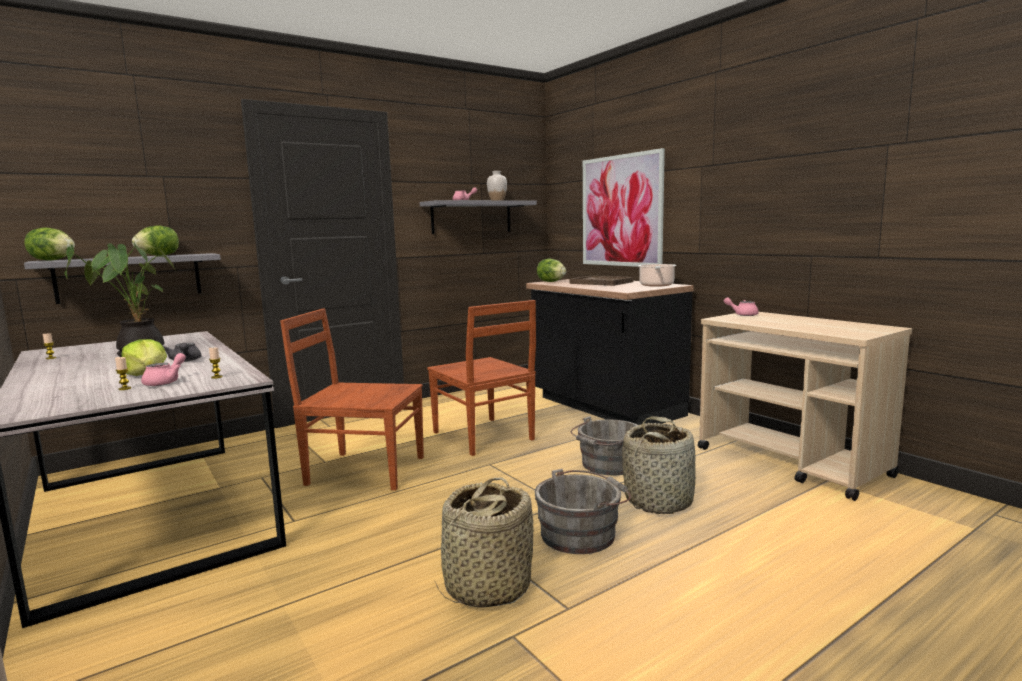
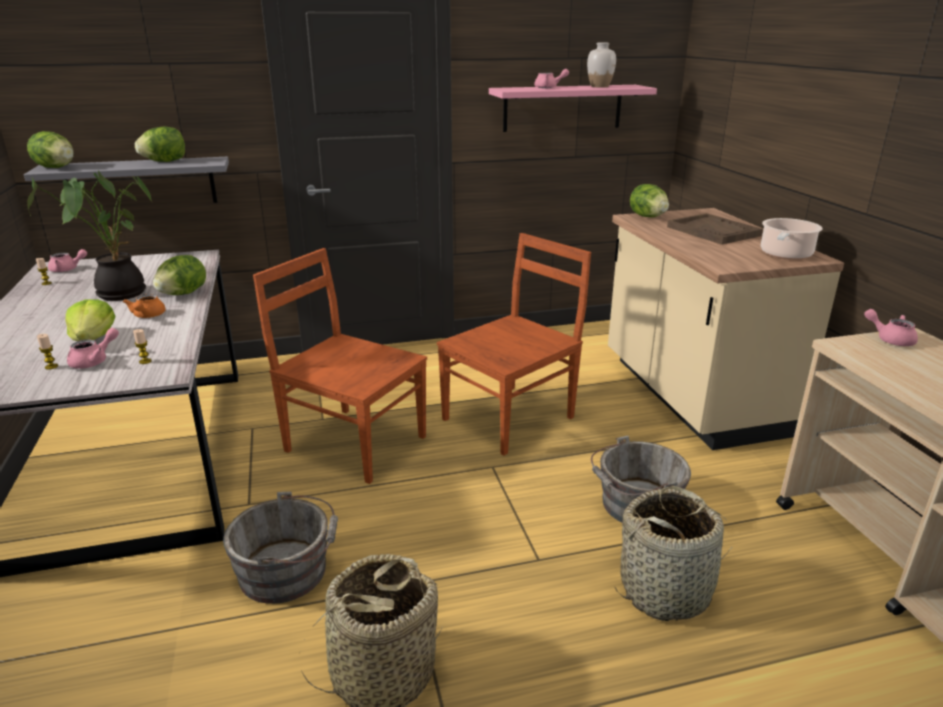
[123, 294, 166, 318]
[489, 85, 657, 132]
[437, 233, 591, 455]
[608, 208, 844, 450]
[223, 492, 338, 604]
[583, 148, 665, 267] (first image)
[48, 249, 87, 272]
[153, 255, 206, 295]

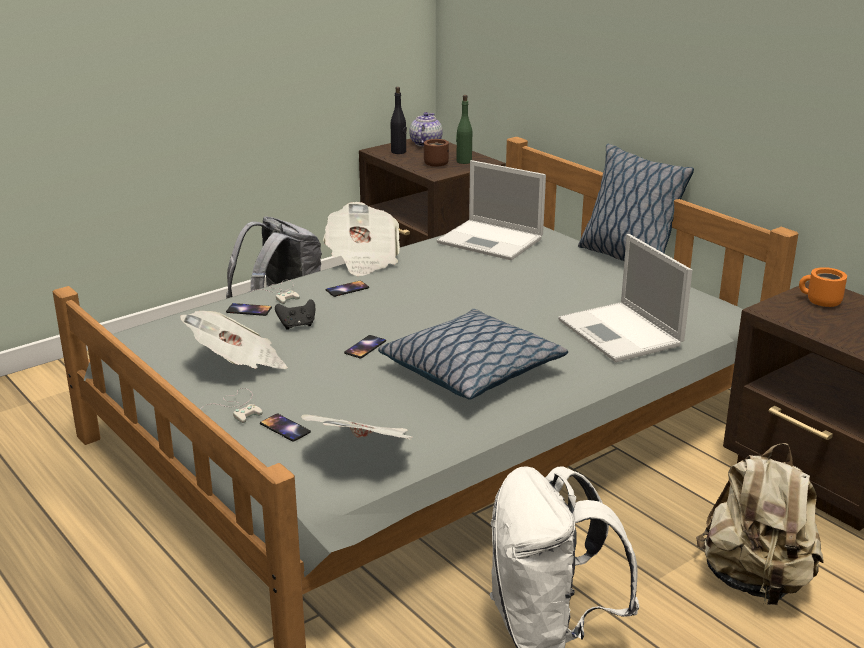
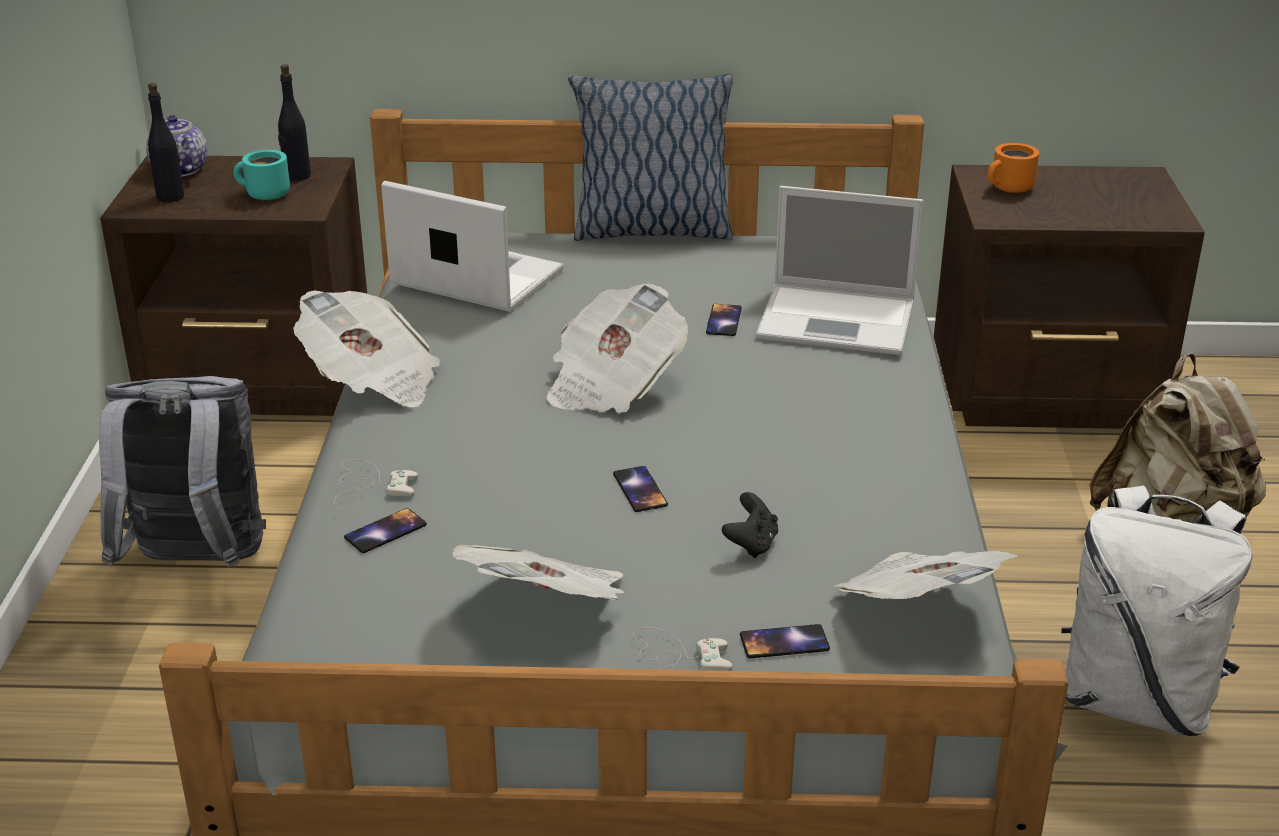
[722, 492, 778, 558]
[706, 304, 742, 336]
[378, 309, 568, 399] (first image)
[233, 150, 290, 200]
[381, 181, 564, 312]
[278, 64, 311, 181]
[547, 284, 688, 413]

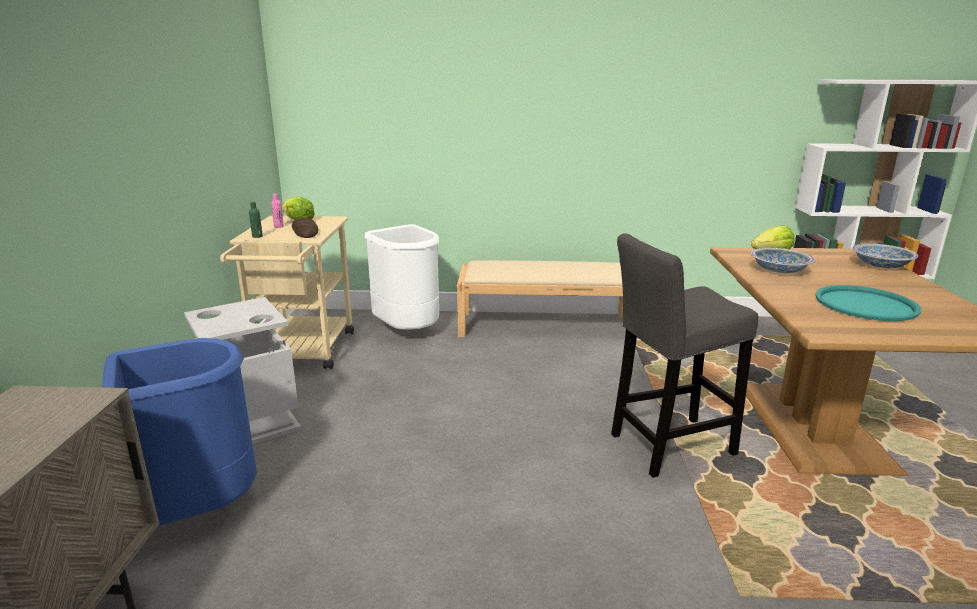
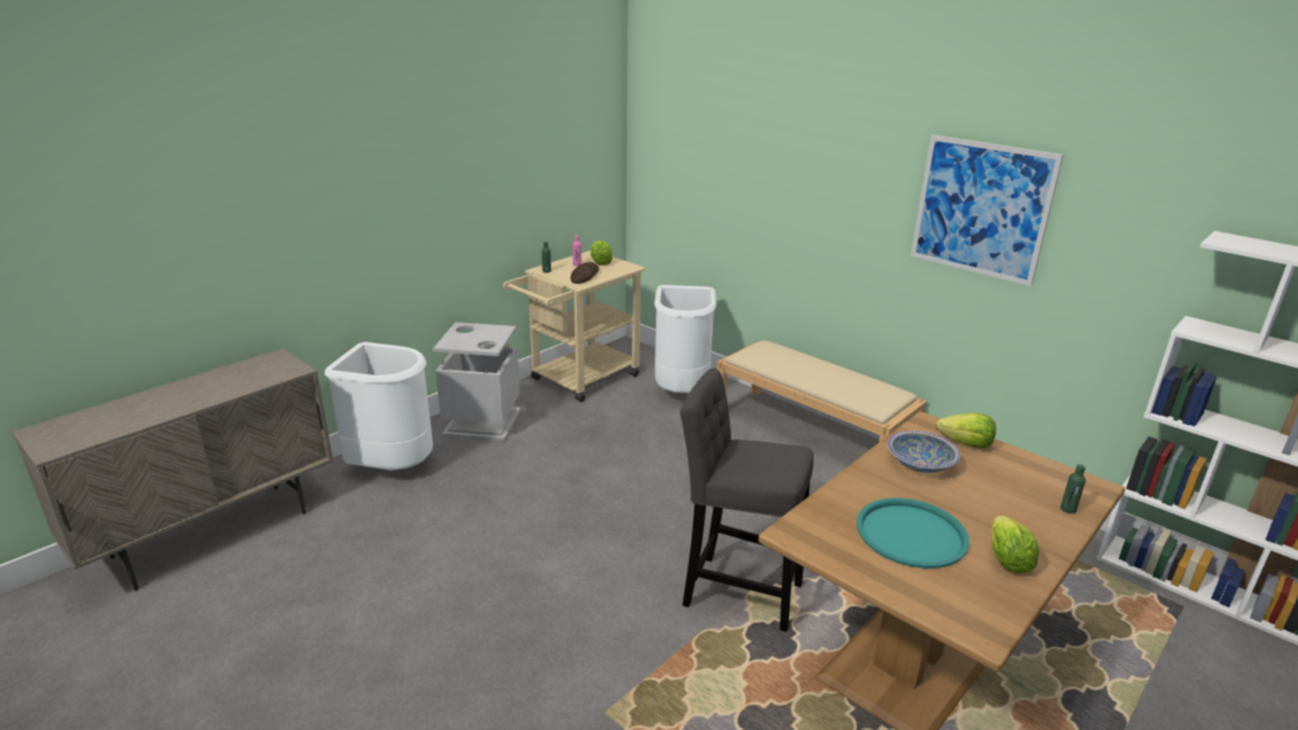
[325, 342, 433, 471]
[1060, 464, 1086, 514]
[911, 135, 1064, 286]
[991, 516, 1039, 573]

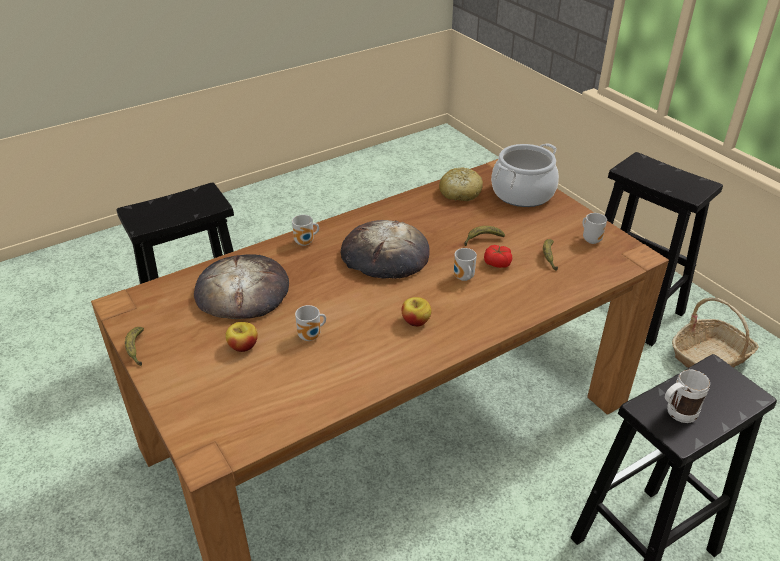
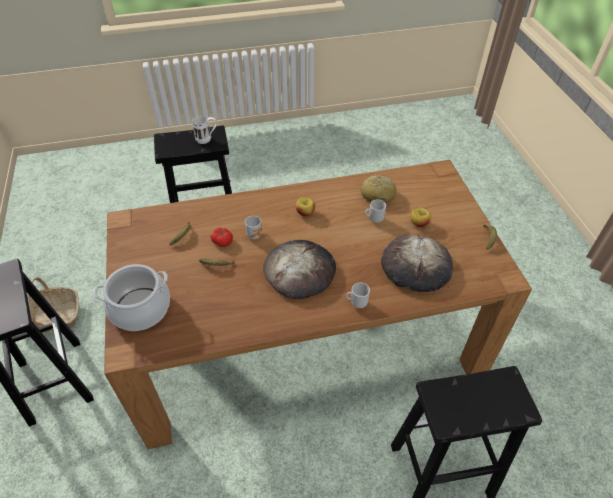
[361, 175, 396, 203]
[582, 213, 607, 244] (first image)

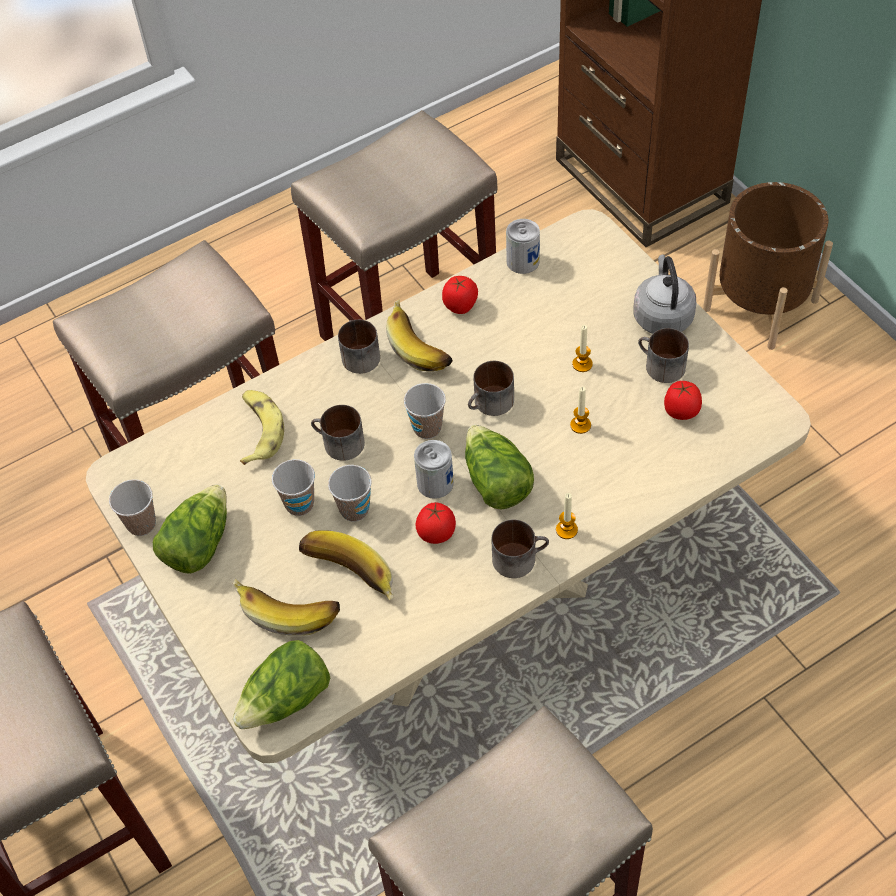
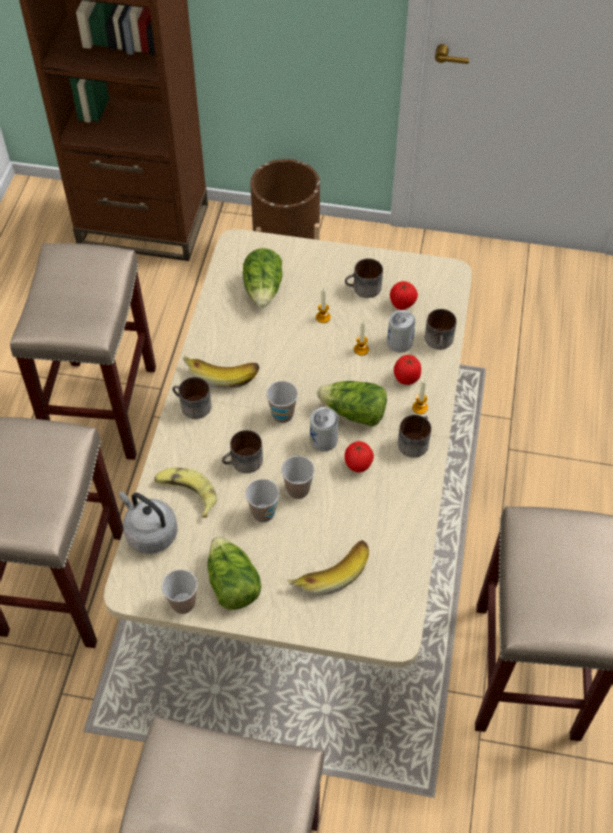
[243, 248, 282, 308]
[299, 530, 394, 600] (first image)
[394, 355, 421, 385]
[425, 309, 457, 350]
[387, 310, 416, 353]
[119, 491, 177, 554]

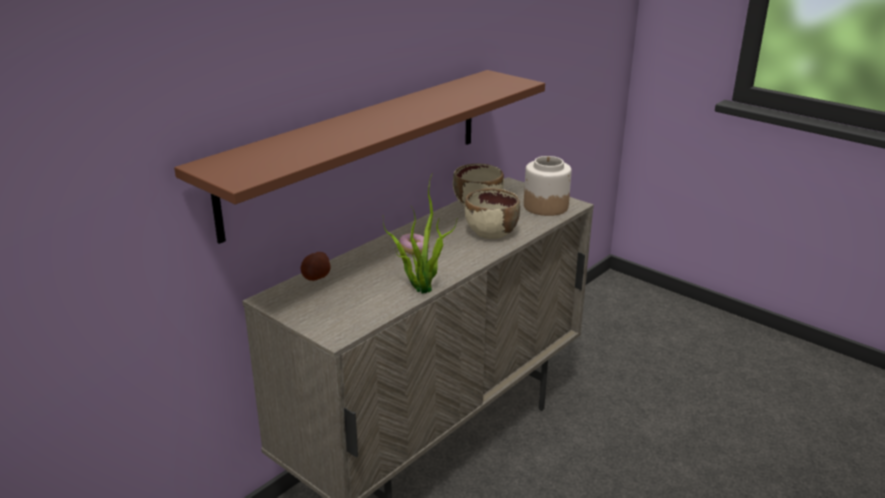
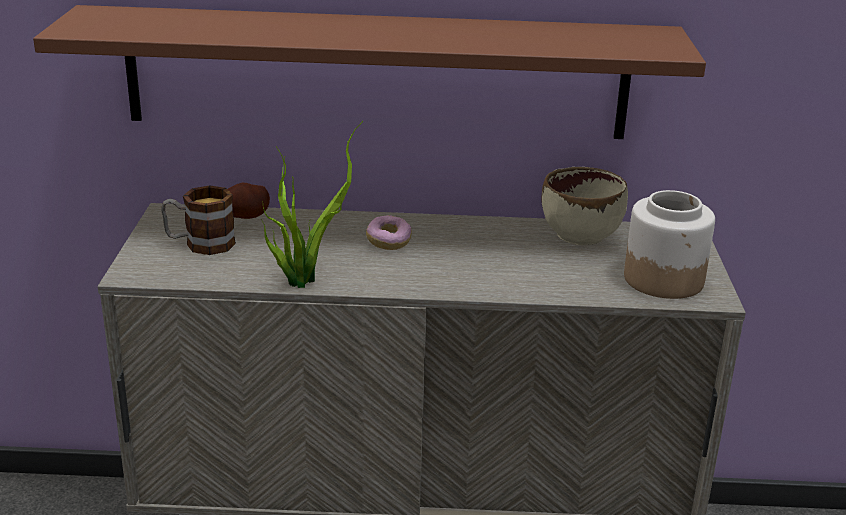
[465, 188, 520, 239] (first image)
[161, 185, 236, 255]

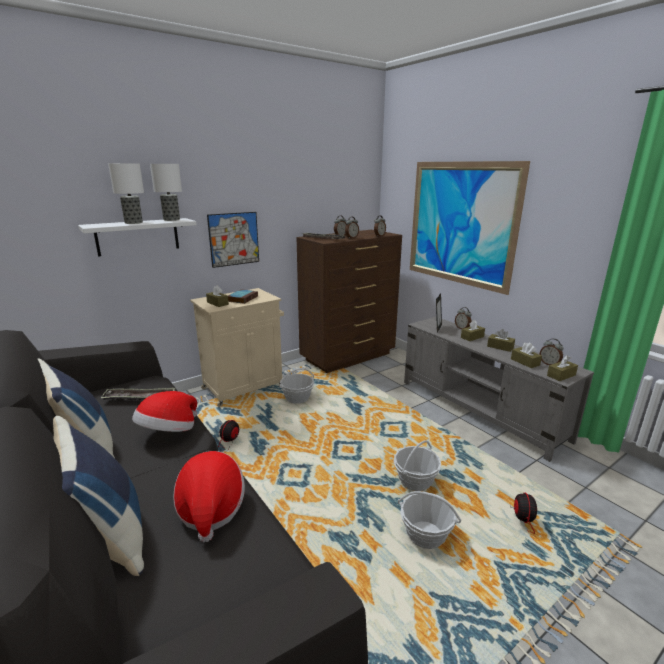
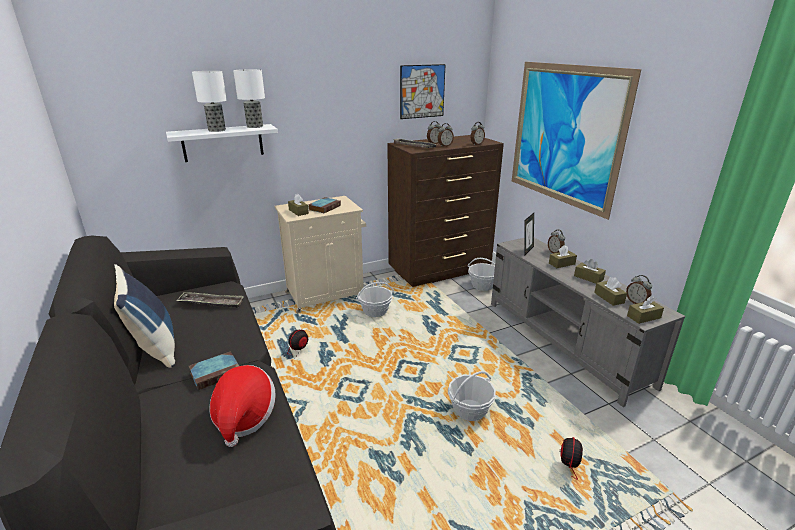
[53, 416, 144, 576] (first image)
[132, 391, 197, 432] (first image)
[400, 64, 446, 119]
[468, 258, 495, 291]
[189, 351, 239, 390]

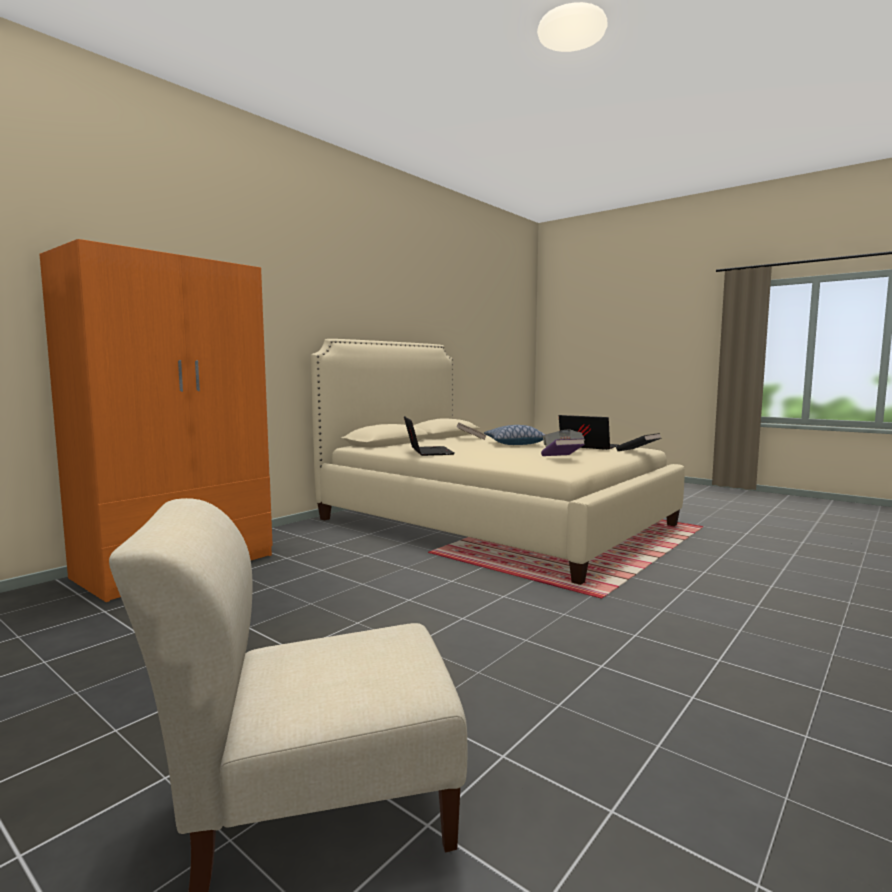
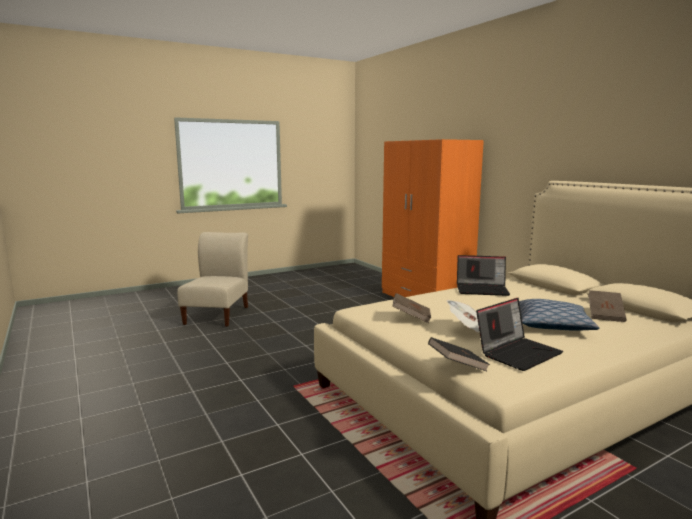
[393, 293, 431, 323]

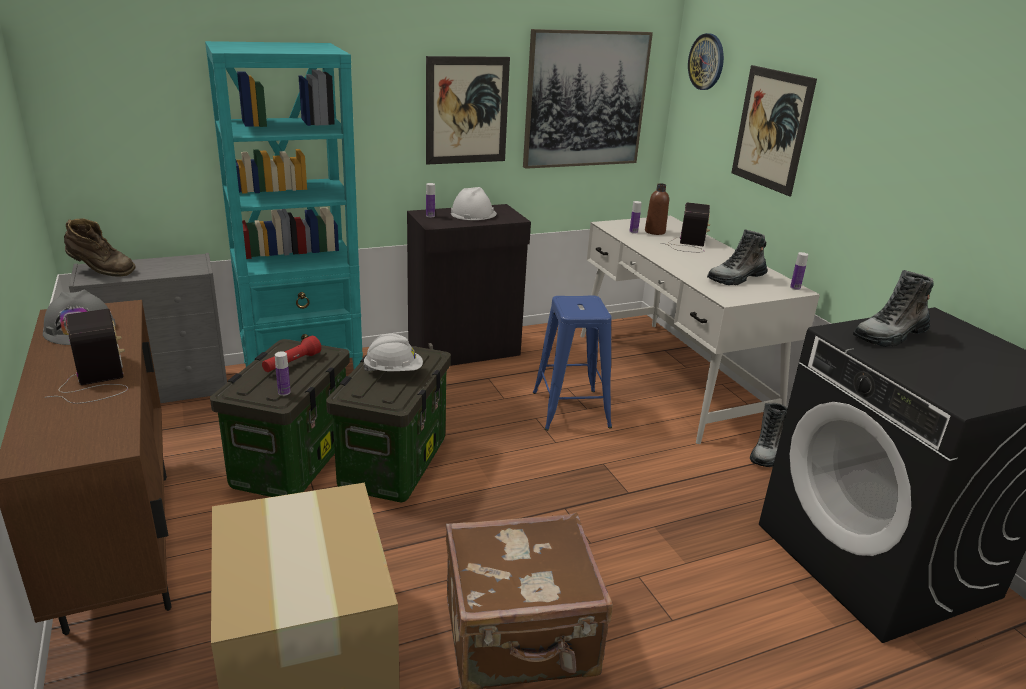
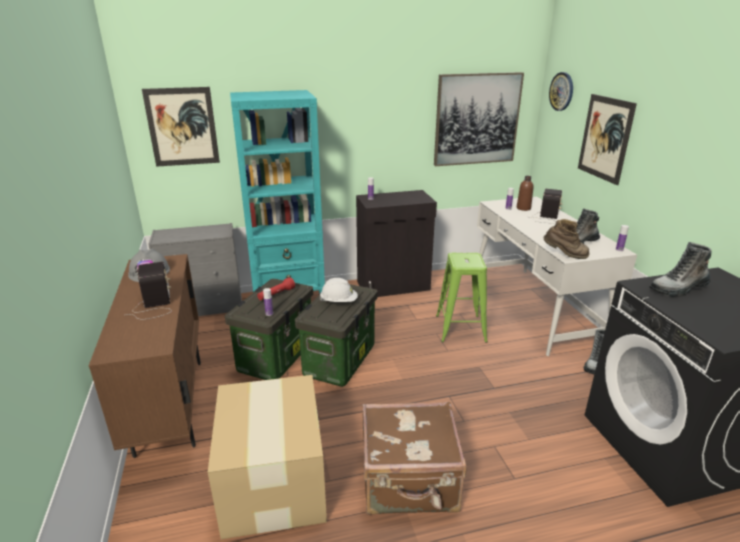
[544, 219, 590, 259]
[142, 87, 220, 167]
[451, 187, 497, 220] (first image)
[436, 253, 488, 343]

